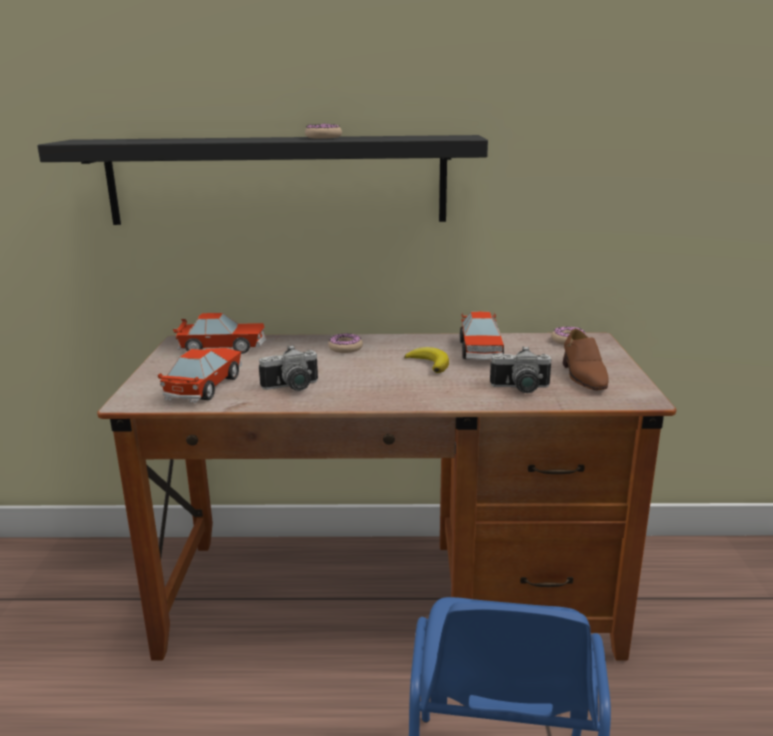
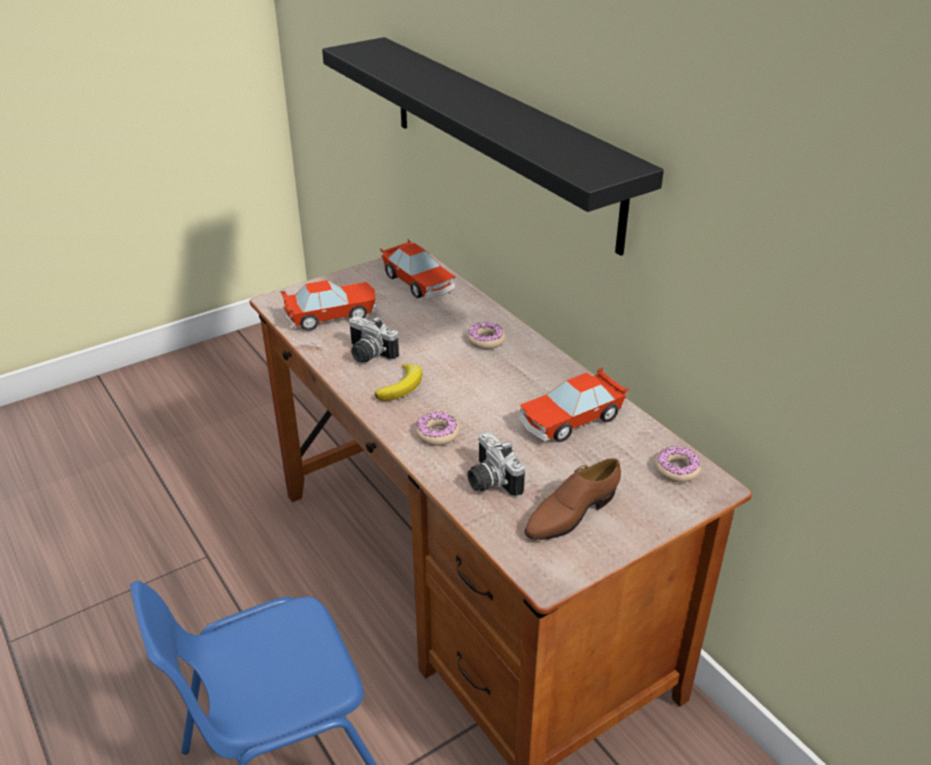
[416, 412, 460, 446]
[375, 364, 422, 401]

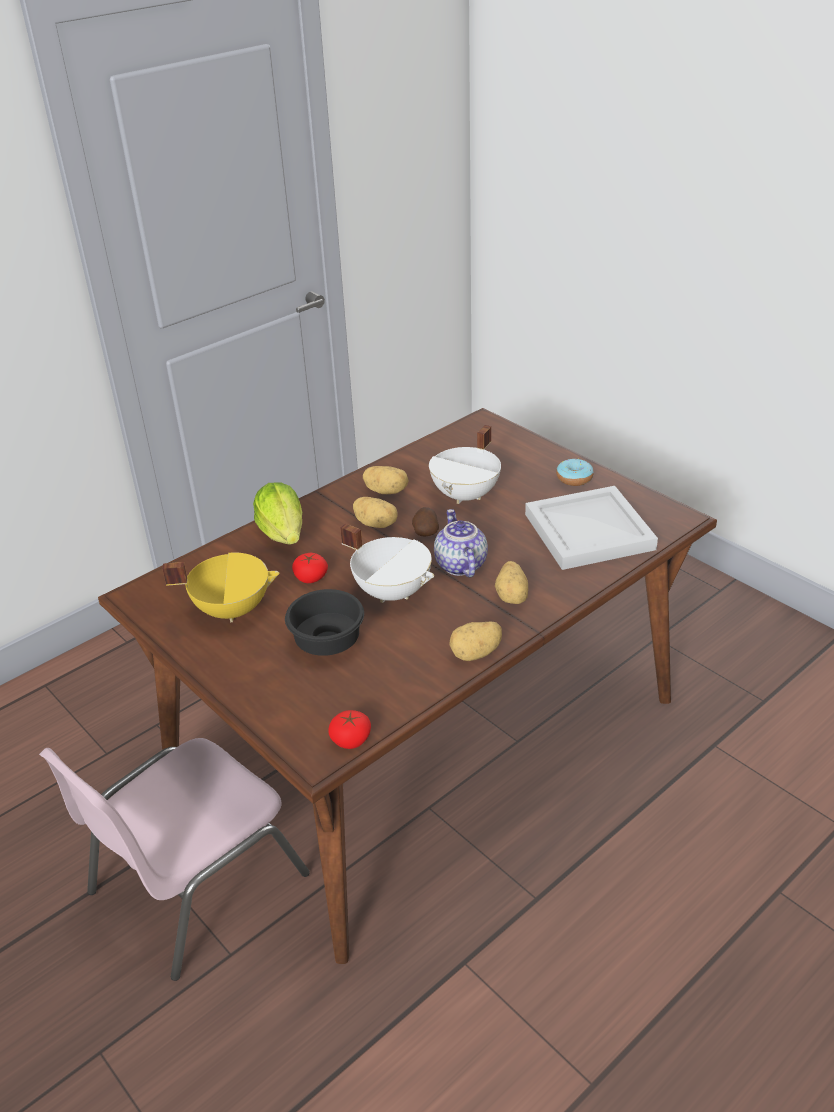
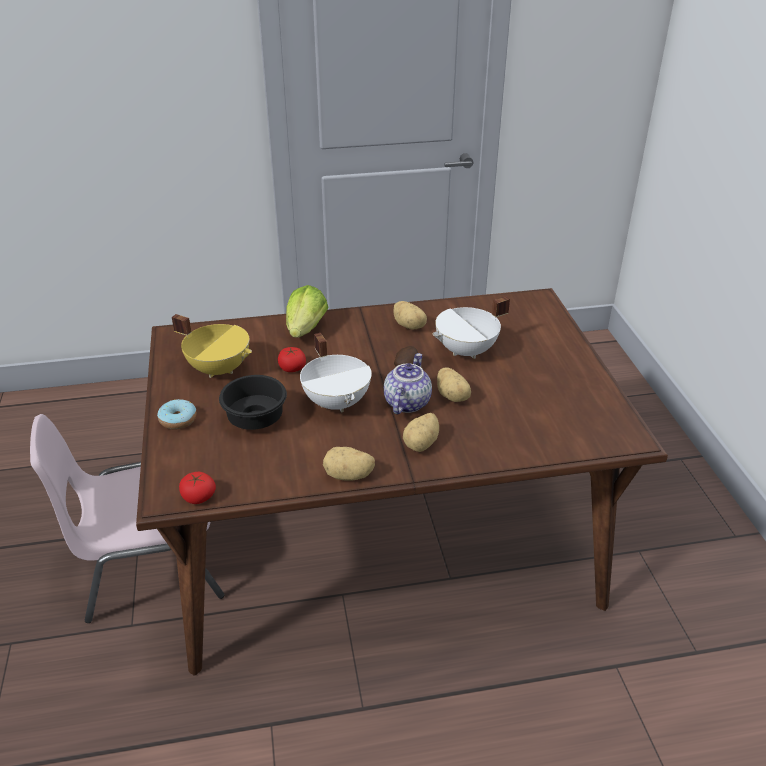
[437, 367, 471, 402]
[525, 486, 658, 570] (first image)
[157, 399, 196, 430]

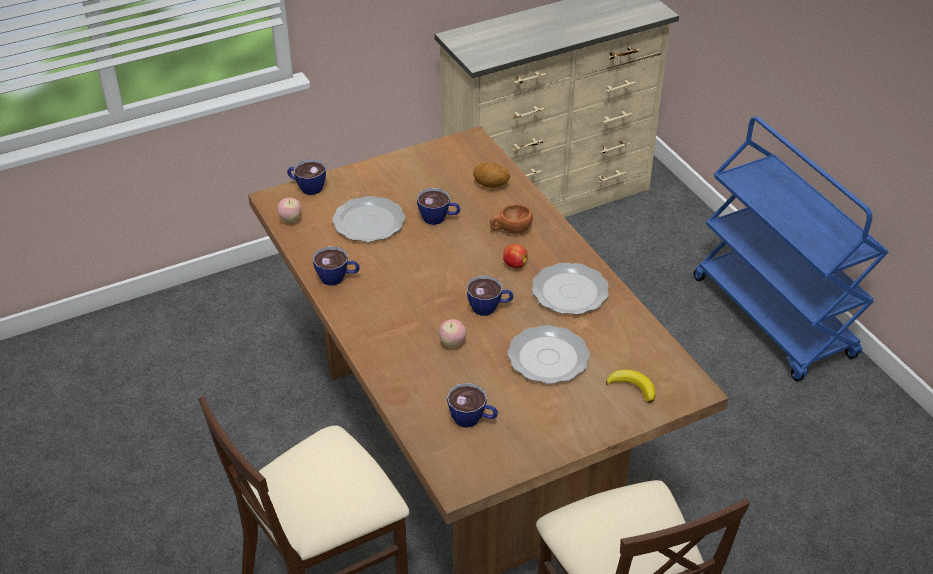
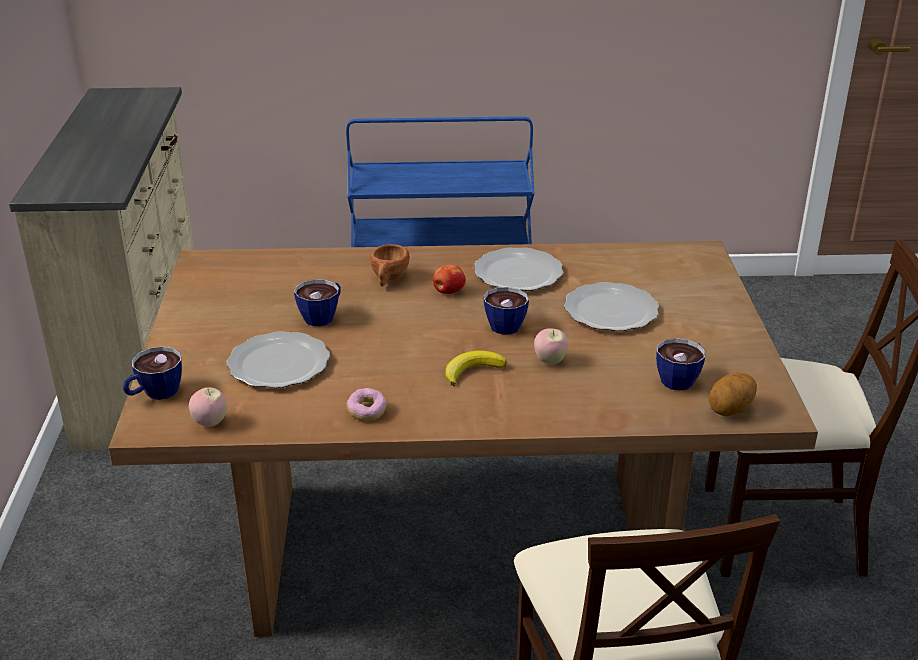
[347, 388, 387, 421]
[709, 372, 757, 416]
[445, 350, 507, 386]

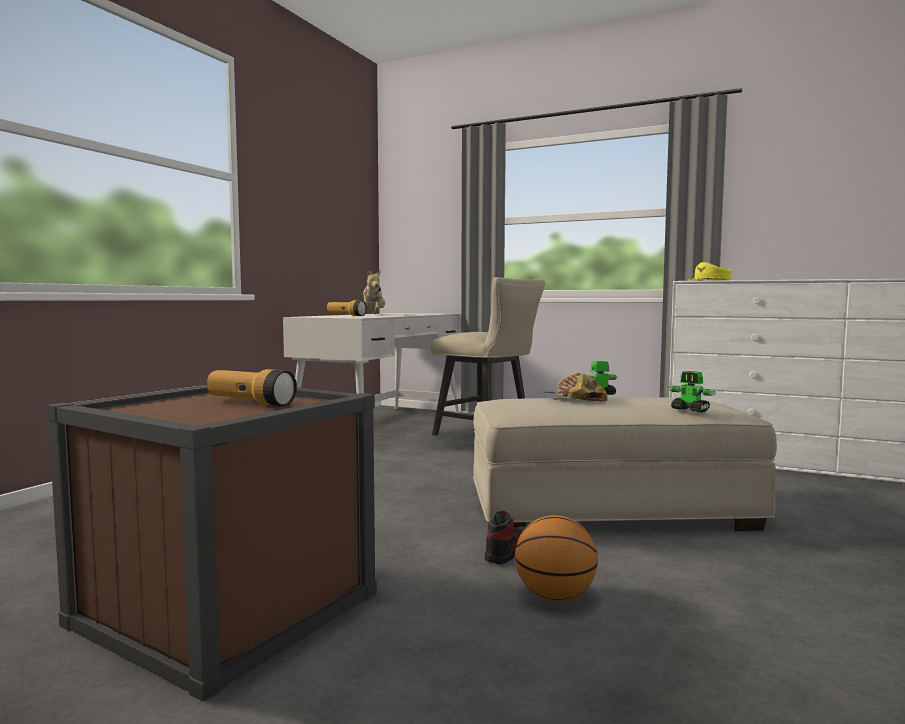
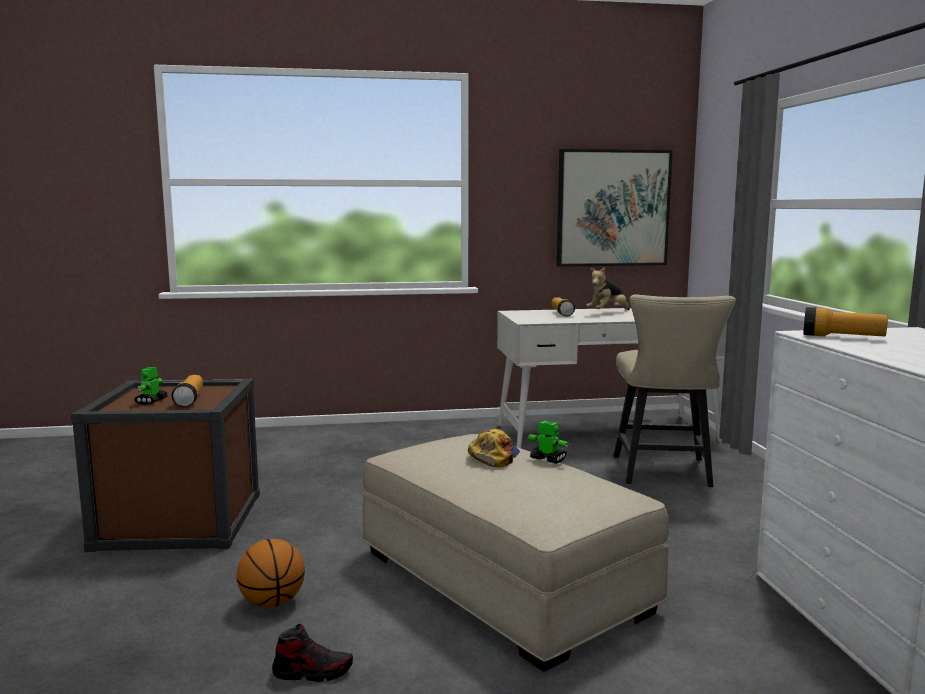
[272, 624, 353, 682]
[134, 367, 168, 405]
[803, 307, 888, 336]
[557, 149, 673, 267]

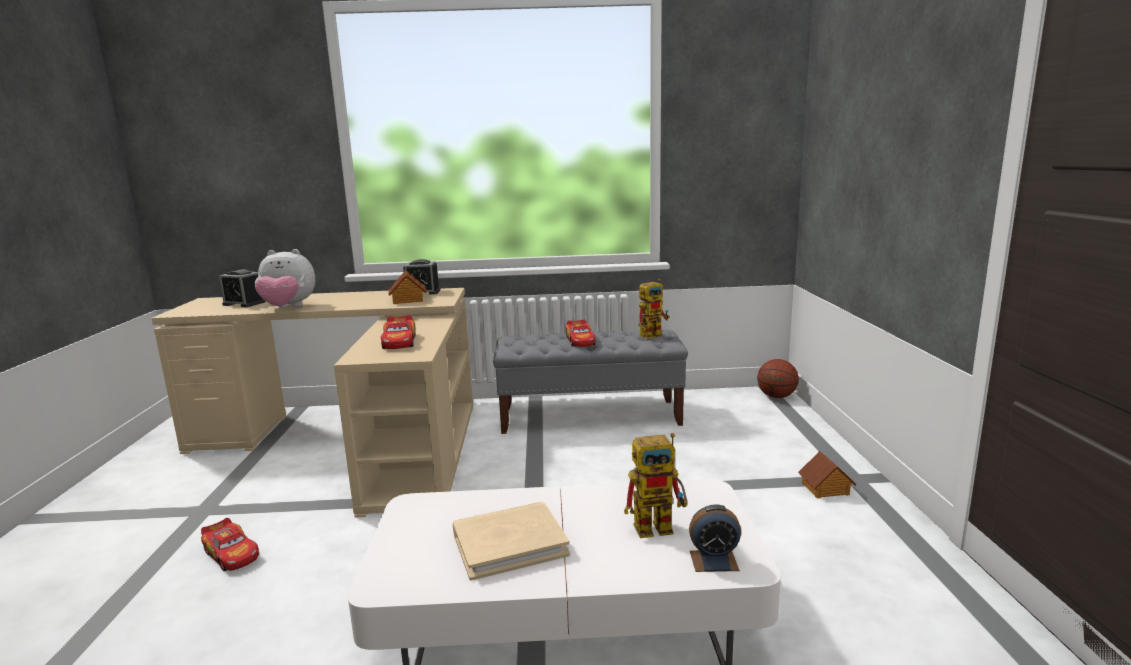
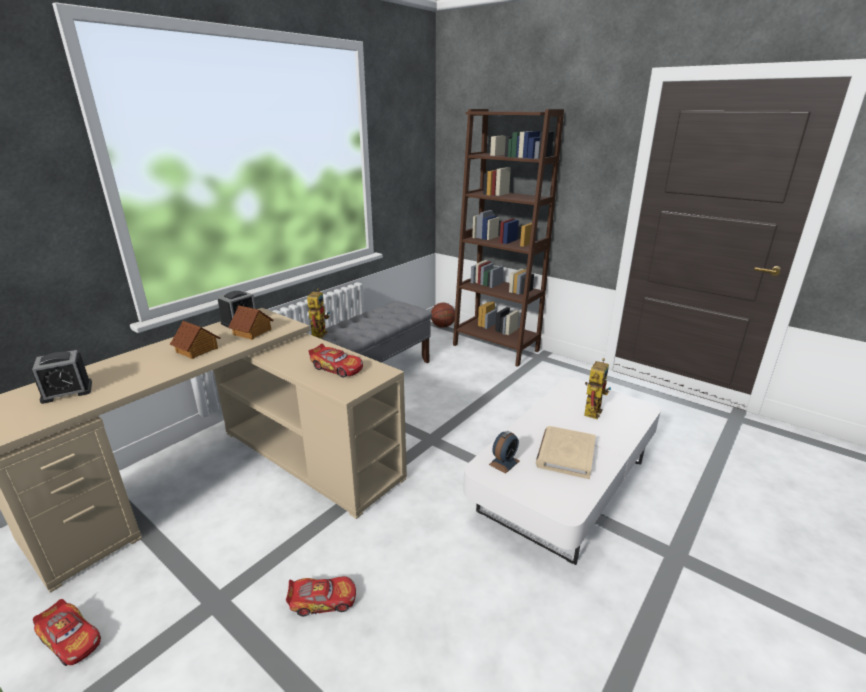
[255, 249, 315, 307] (first image)
[33, 599, 101, 666]
[307, 288, 330, 338]
[489, 431, 519, 474]
[170, 321, 220, 359]
[453, 109, 564, 367]

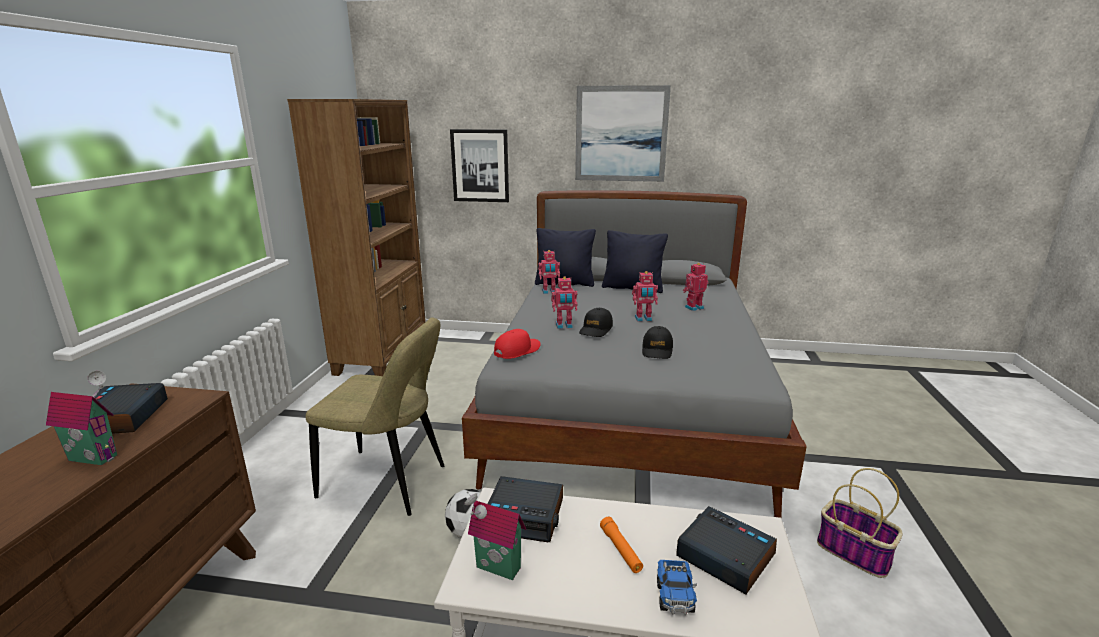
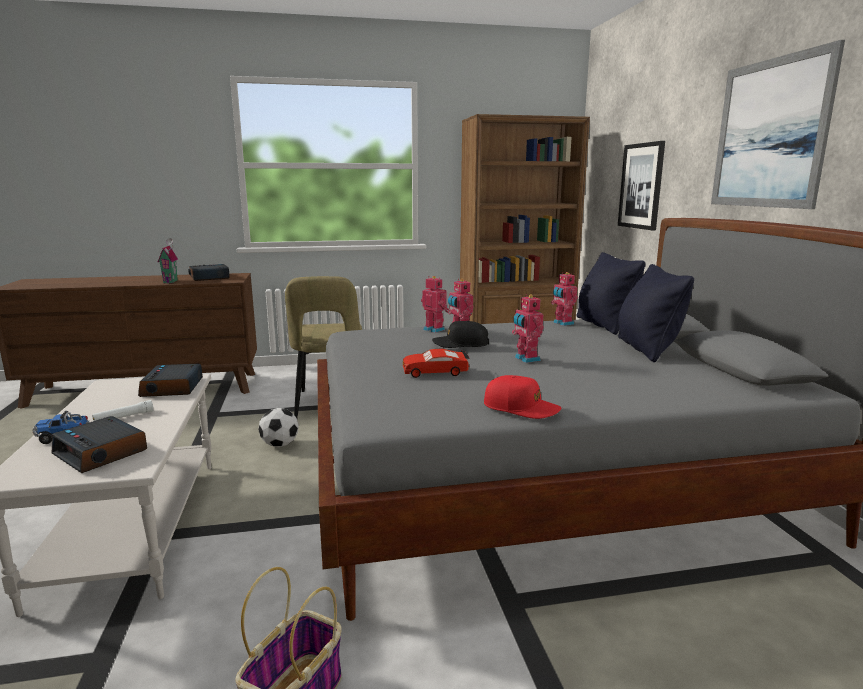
[464, 491, 526, 580] (first image)
[484, 375, 561, 419]
[92, 400, 154, 421]
[403, 349, 470, 378]
[51, 416, 147, 473]
[421, 276, 449, 333]

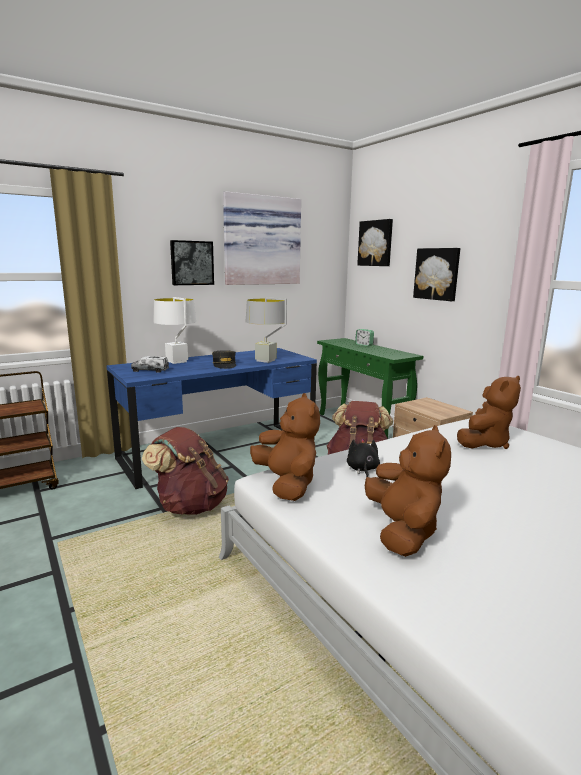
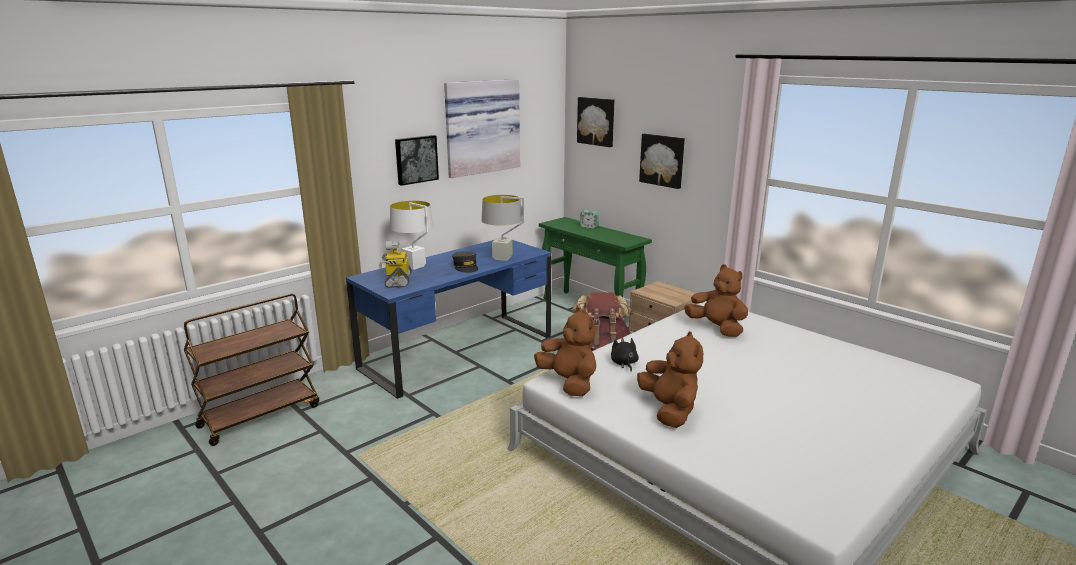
[379, 241, 412, 288]
[142, 427, 229, 515] (first image)
[684, 265, 748, 337]

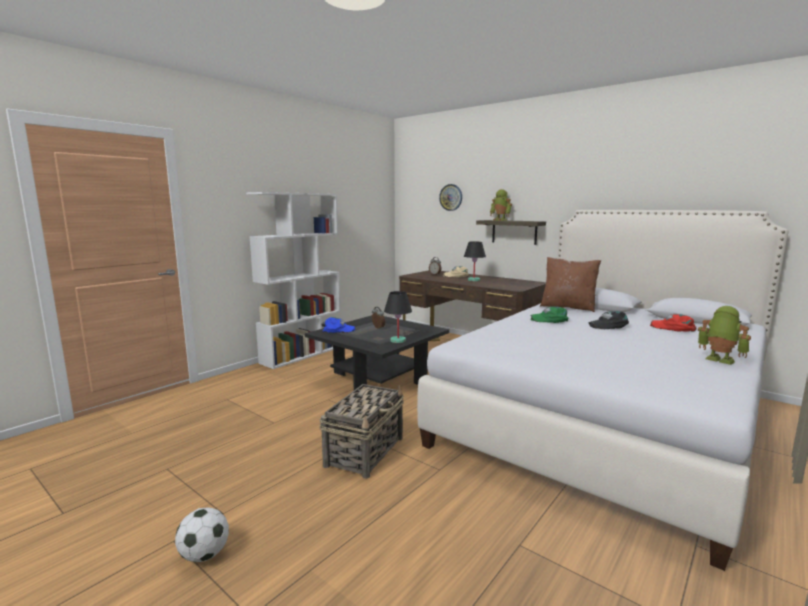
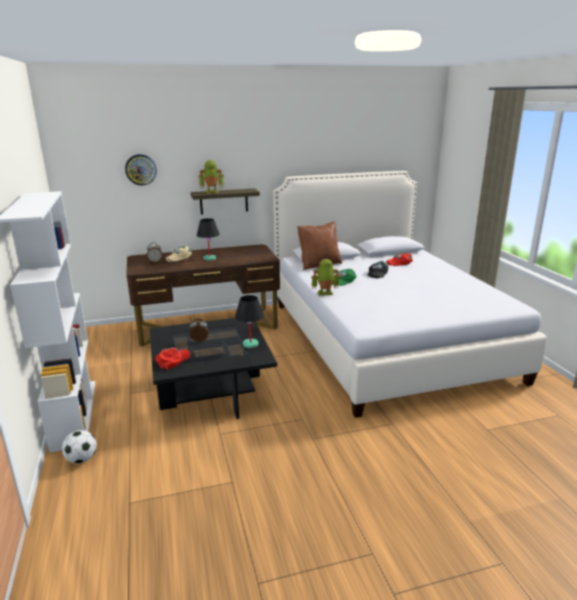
[62, 430, 97, 463]
[319, 384, 404, 479] (first image)
[156, 347, 191, 370]
[311, 259, 340, 296]

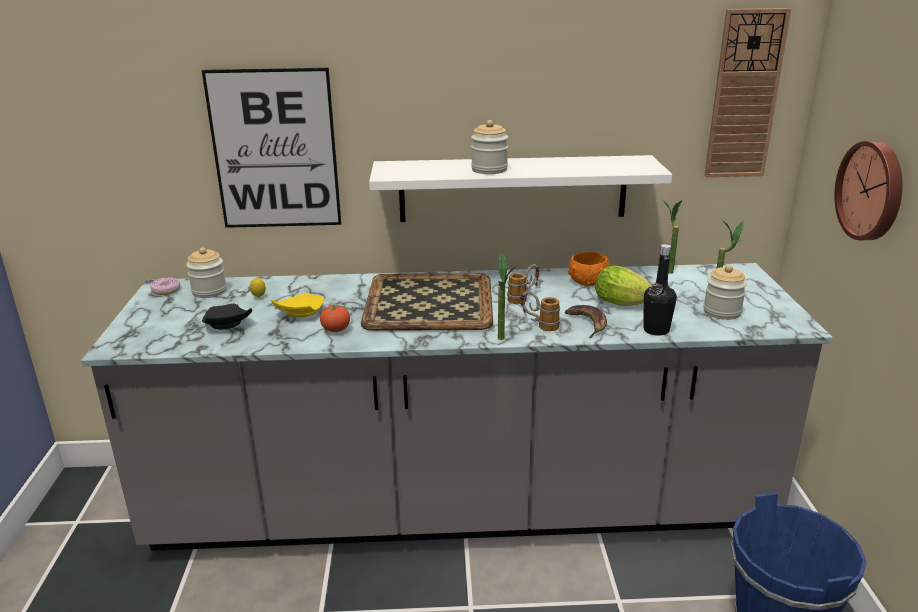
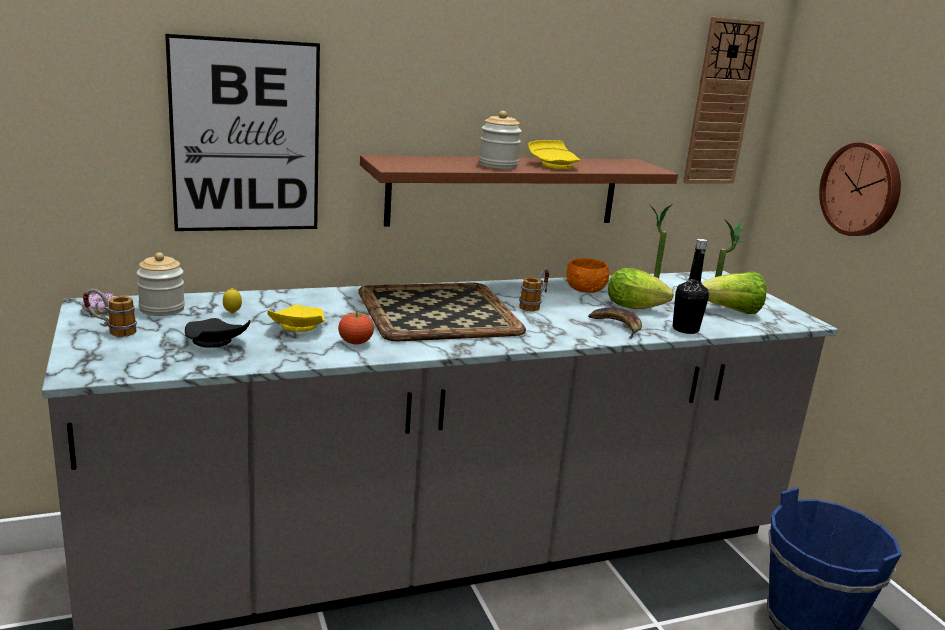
[360, 155, 678, 227]
[498, 251, 518, 340] (first image)
[83, 289, 137, 337]
[702, 272, 766, 314]
[528, 140, 581, 169]

